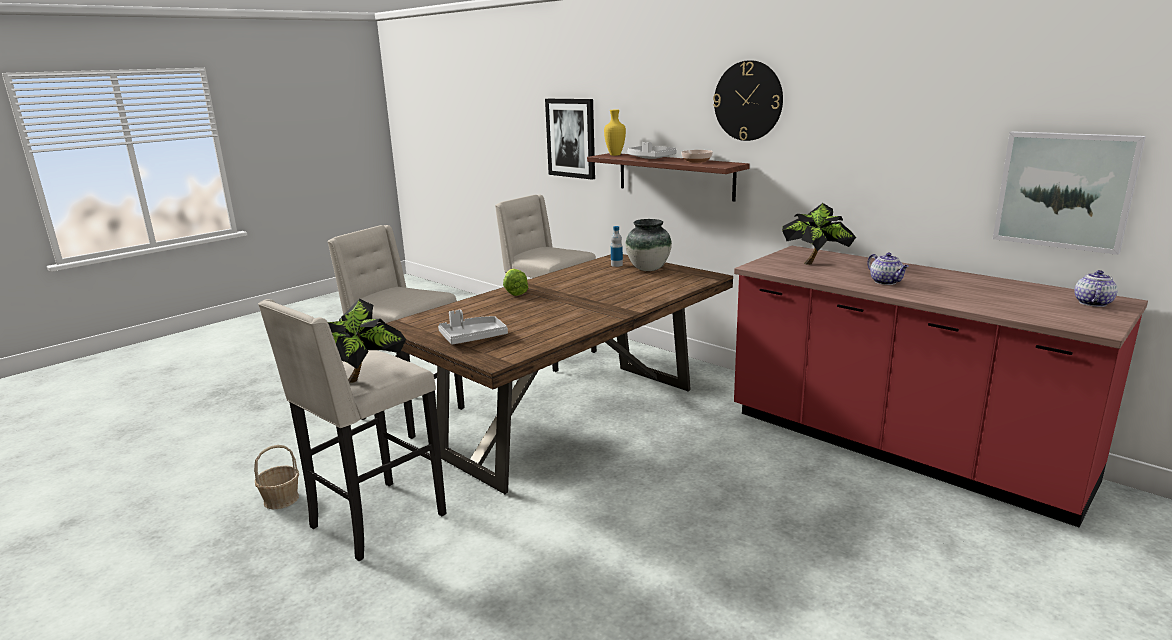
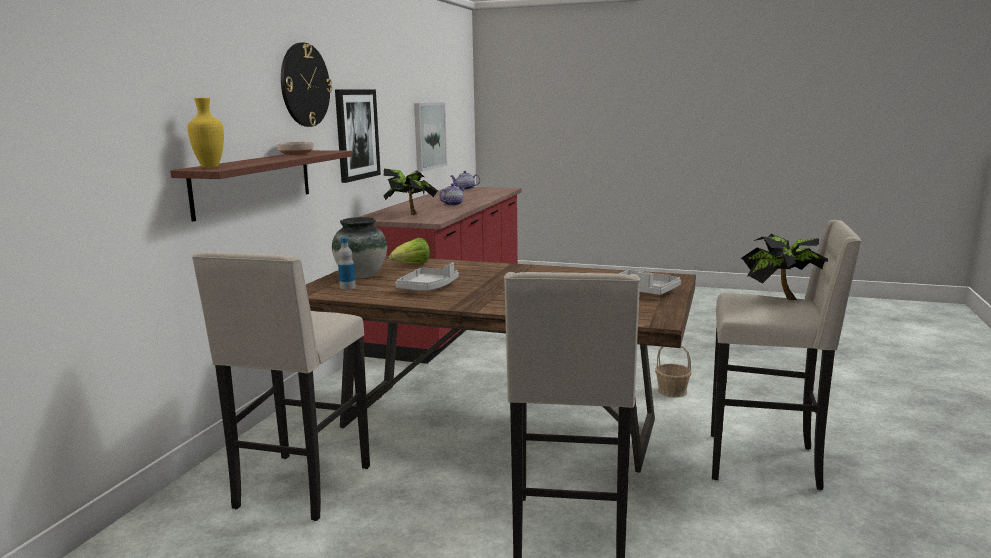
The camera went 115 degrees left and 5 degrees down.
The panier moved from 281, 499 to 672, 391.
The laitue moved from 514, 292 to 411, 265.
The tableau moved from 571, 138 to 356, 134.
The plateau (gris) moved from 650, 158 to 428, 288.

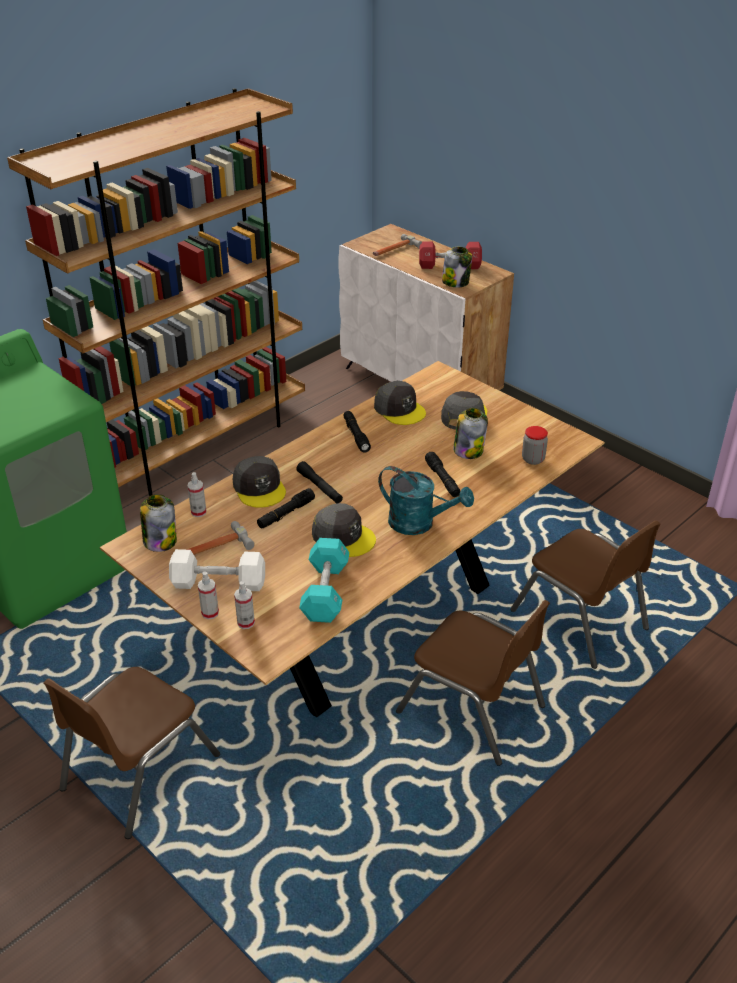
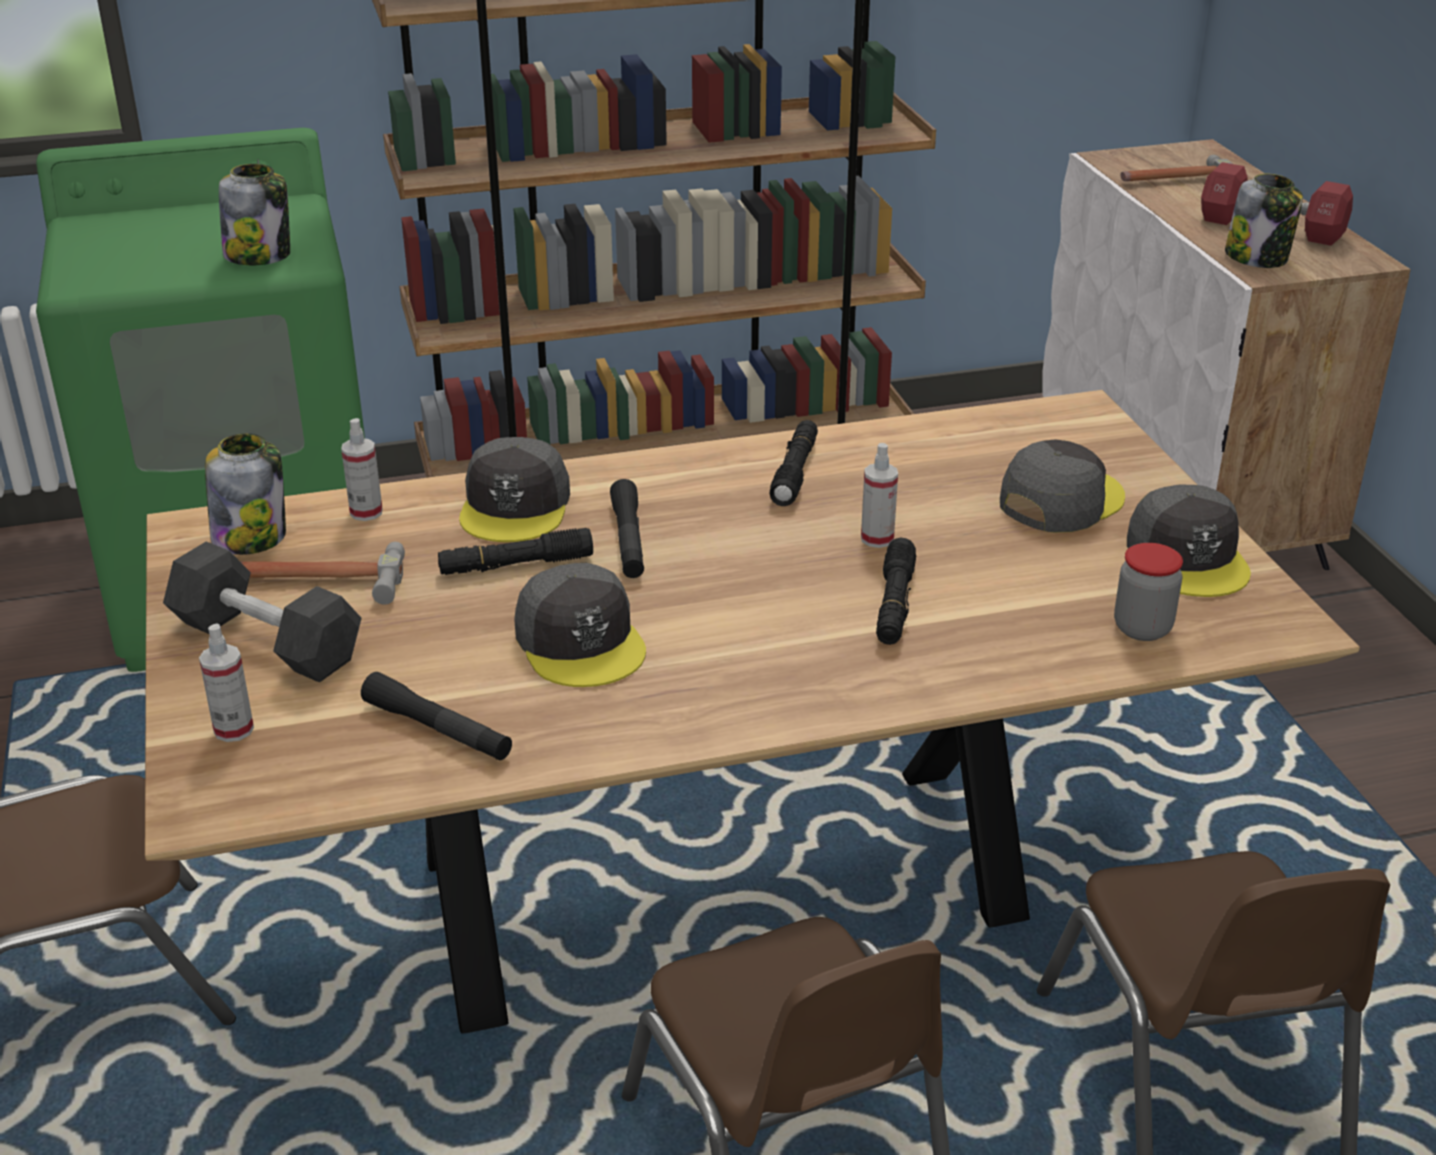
The camera went 30 degrees right and 5 degrees down.
The haltère (blanc) at 219, 583 became the haltère (noir) at 267, 641.
The vaporisateur moved from 210, 613 to 877, 539.
The haltère (turquoise) at 325, 592 was replaced by the lampe de poche (noir) at 438, 730.
The casquette (gris) moved from 399, 409 to 1187, 557.
The arrosoir (turquoise) at 419, 523 disappeared.
The bocal moved from 468, 450 to 259, 255.

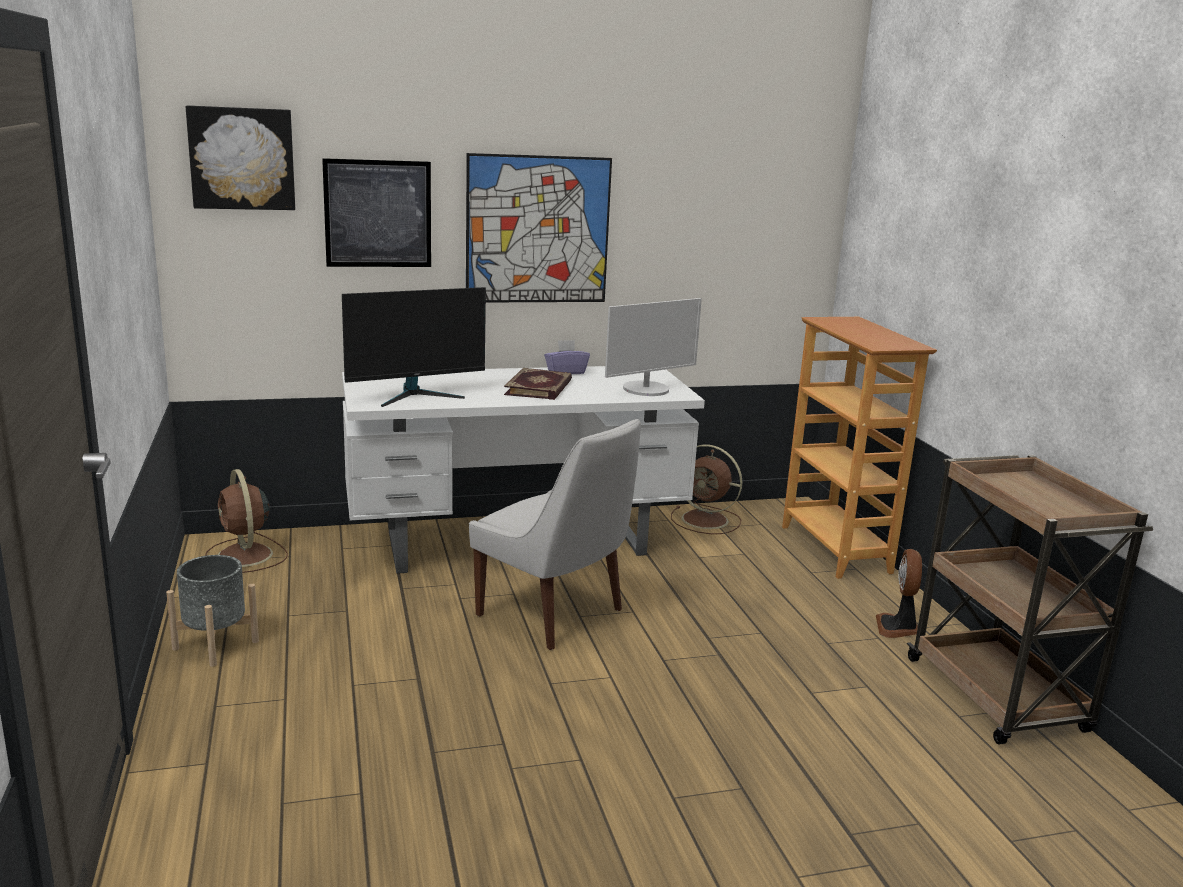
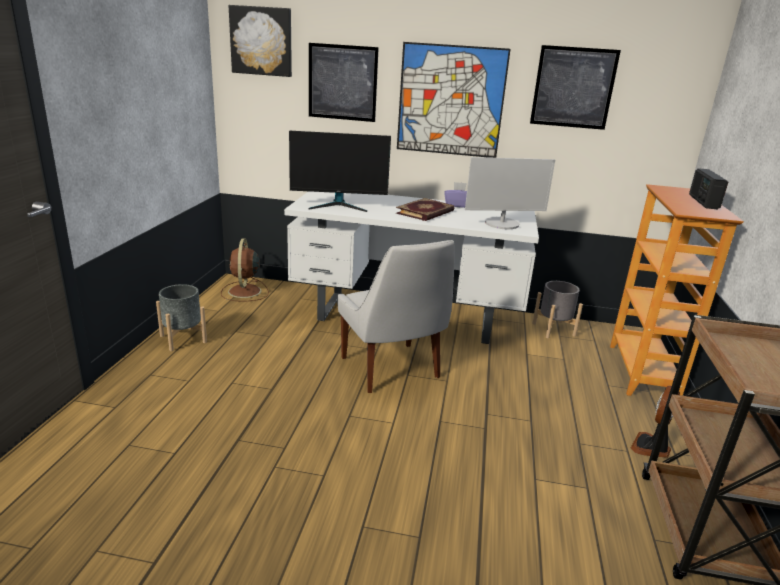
The camera went 25 degrees right and 5 degrees up.
The ventilateur (marron) at 707, 520 was replaced by the cache-pot (gris) at 553, 329.
The tableau at 573, 88 appeared.
The radio at 703, 202 appeared.

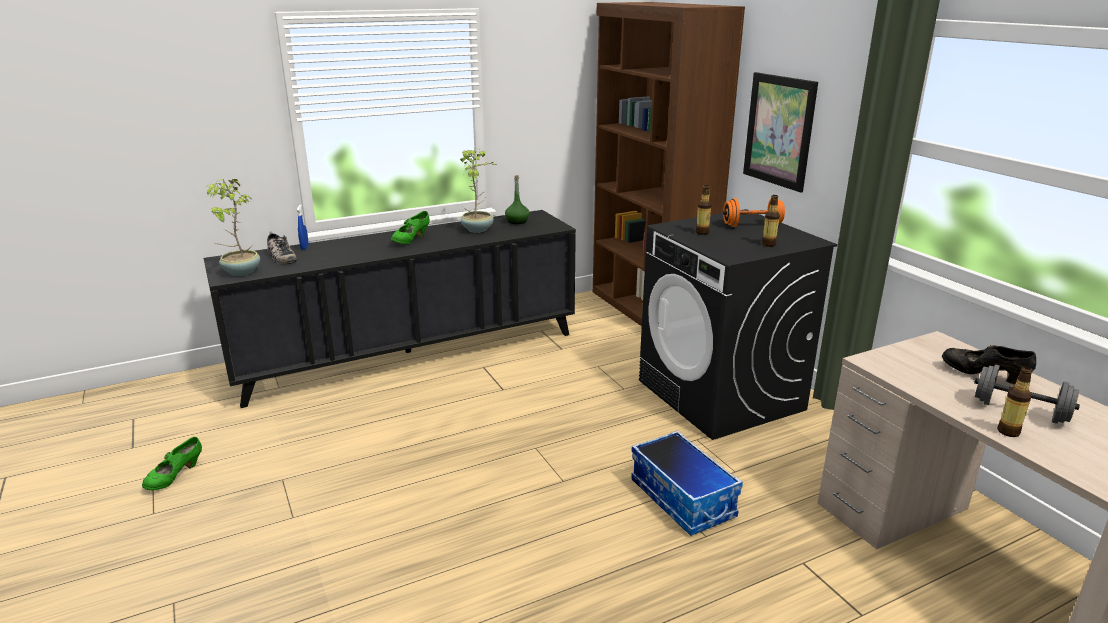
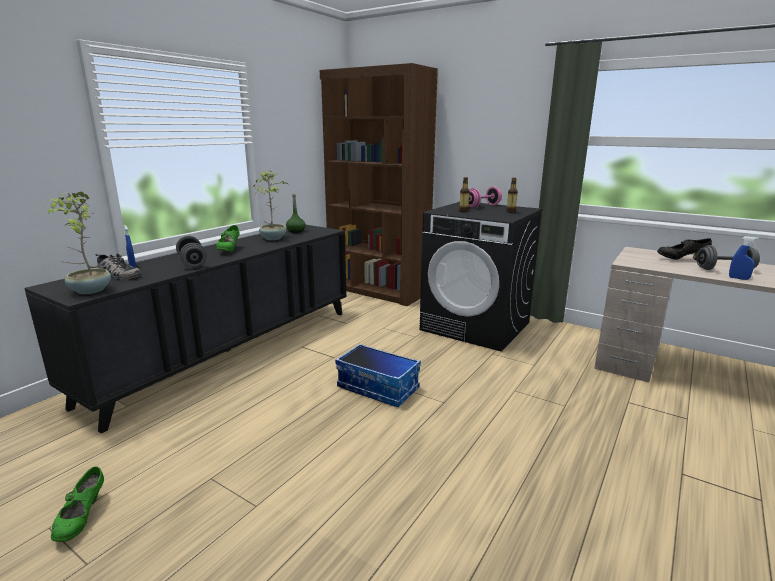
The camera went 30 degrees left and 5 degrees down.
The boîte de rangement moved from 683, 499 to 378, 388.
The haltère (orange) at 752, 225 became the haltère (rose) at 482, 206.
The tableau at 779, 131 disappeared.
The bouteille at 1008, 432 was replaced by the vaporisateur (bleu) at 738, 278.
The haltère (gris) at 192, 263 appeared.

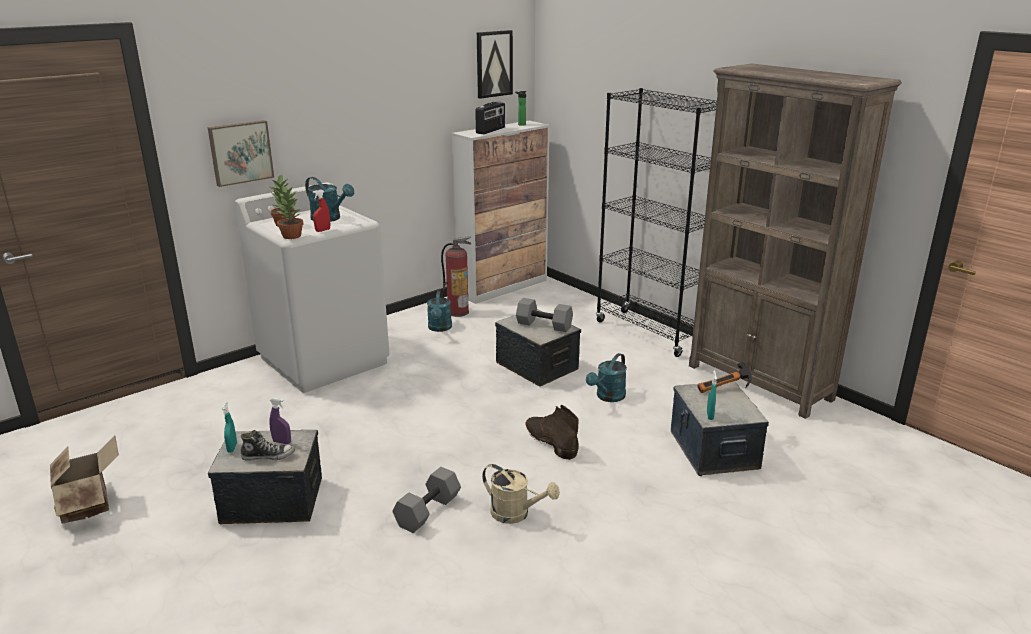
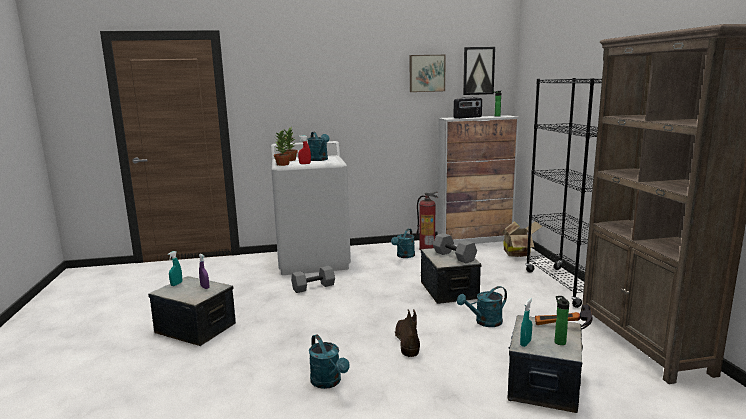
The camera went 30 degrees right and 10 degrees down.
The carton moved from 90, 504 to 518, 253.
The tableau moved from 240, 152 to 426, 73.
The chaussure at 268, 456 disappeared.
The haltère (gris) moved from 428, 512 to 313, 287.
The arrosoir (beige) at 516, 514 became the arrosoir (turquoise) at 328, 382.
The bouteille at 559, 341 appeared.

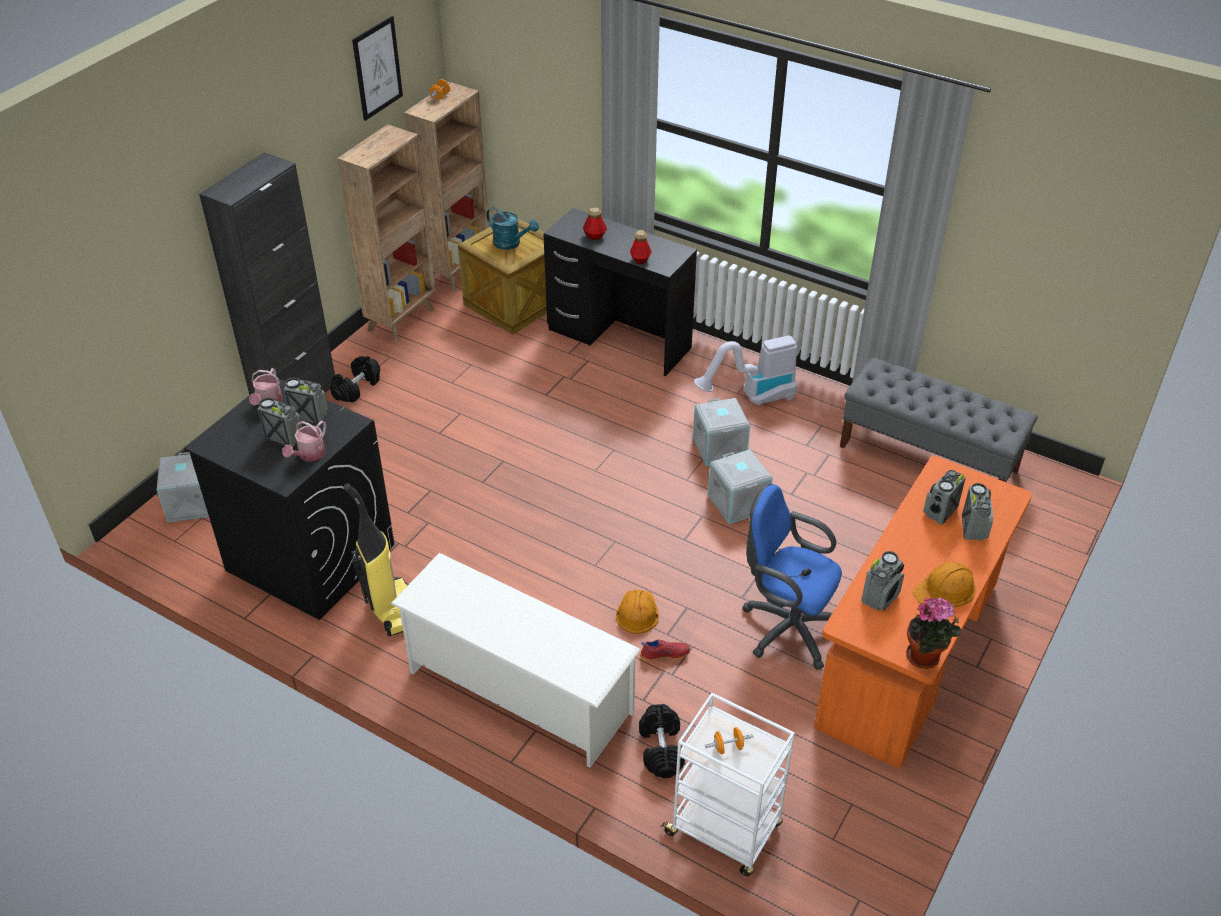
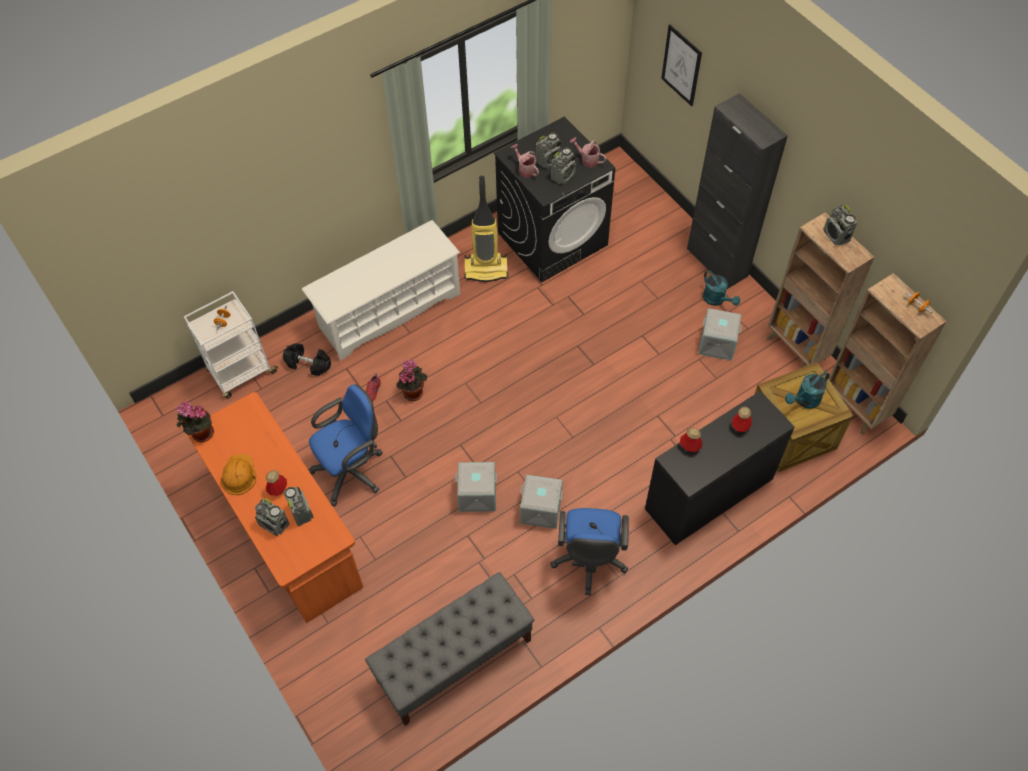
The camera went 115 degrees right and 15 degrees up.
The boîte de rangement (gris) moved from 190, 503 to 717, 343.
The haltère (noir) at 356, 388 was replaced by the arrosoir (turquoise) at 716, 300.
The tableau moved from 377, 68 to 681, 65.
The casque de chantier (orange) at 637, 612 was replaced by the plante en pot at 413, 391.
The aspirateur at 751, 397 was replaced by the chaise de bureau (bleu) at 589, 561.
The radio moved from 880, 597 to 836, 236.
The bouteille at 278, 489 appeared.

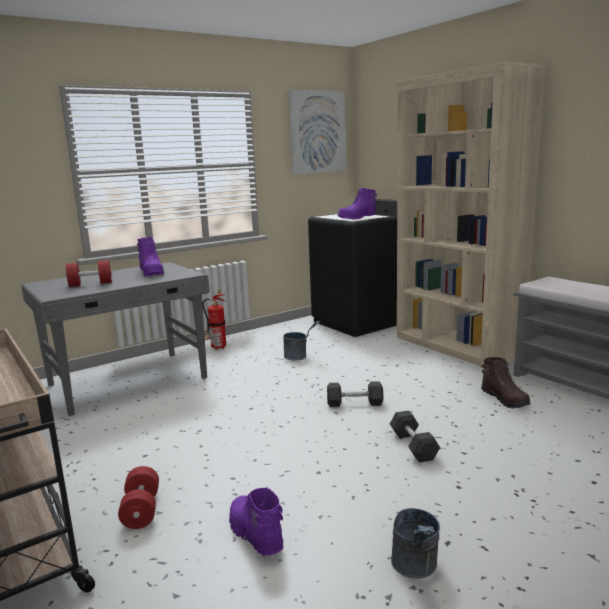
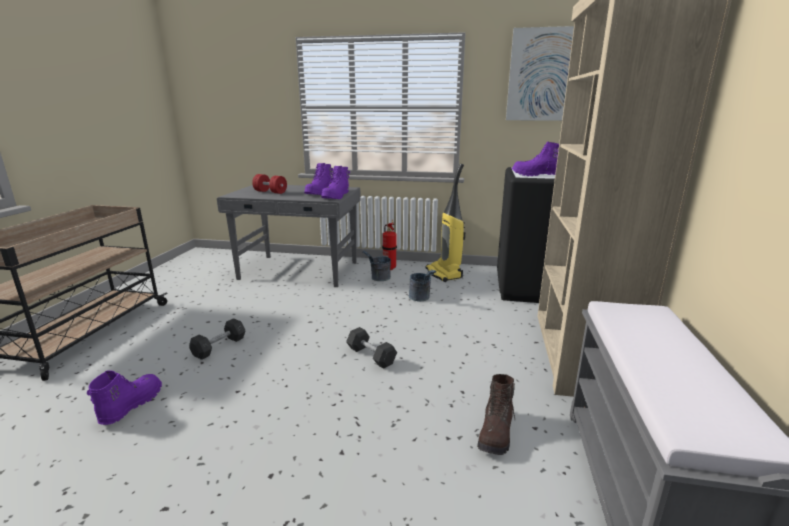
The camera went 45 degrees right and 5 degrees up.
The haltère (rouge) at 141, 510 disappeared.
The haltère (gris) moved from 413, 446 to 219, 346.
The seau (gris) moved from 416, 569 to 378, 279.
The botte (violet) at 336, 196 appeared.
The aspirateur at 444, 274 appeared.

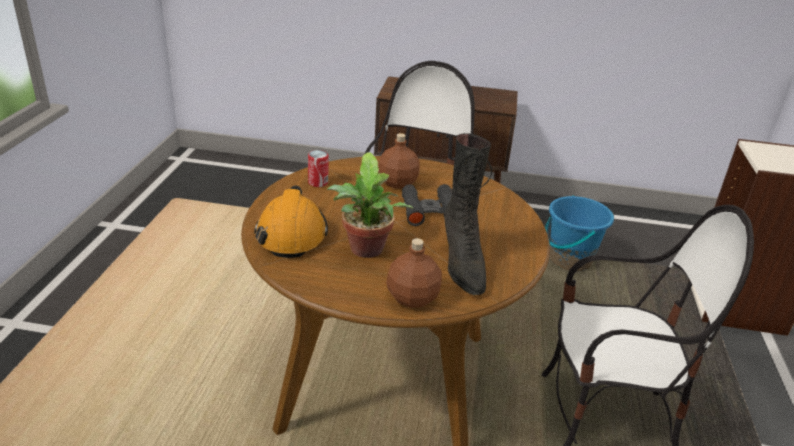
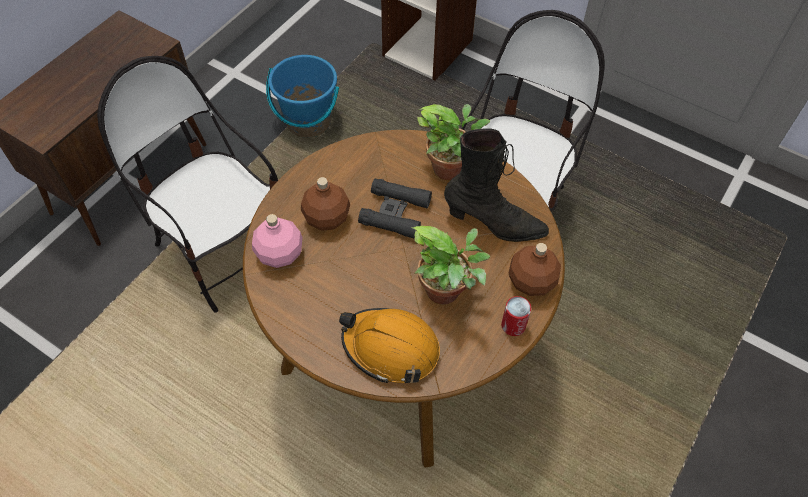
The camera went 65 degrees left and 25 degrees up.
The boîte métallique moved from 318, 182 to 513, 325.
The bouteille (rose) at 280, 254 appeared.
The plante en pot at 452, 169 appeared.

